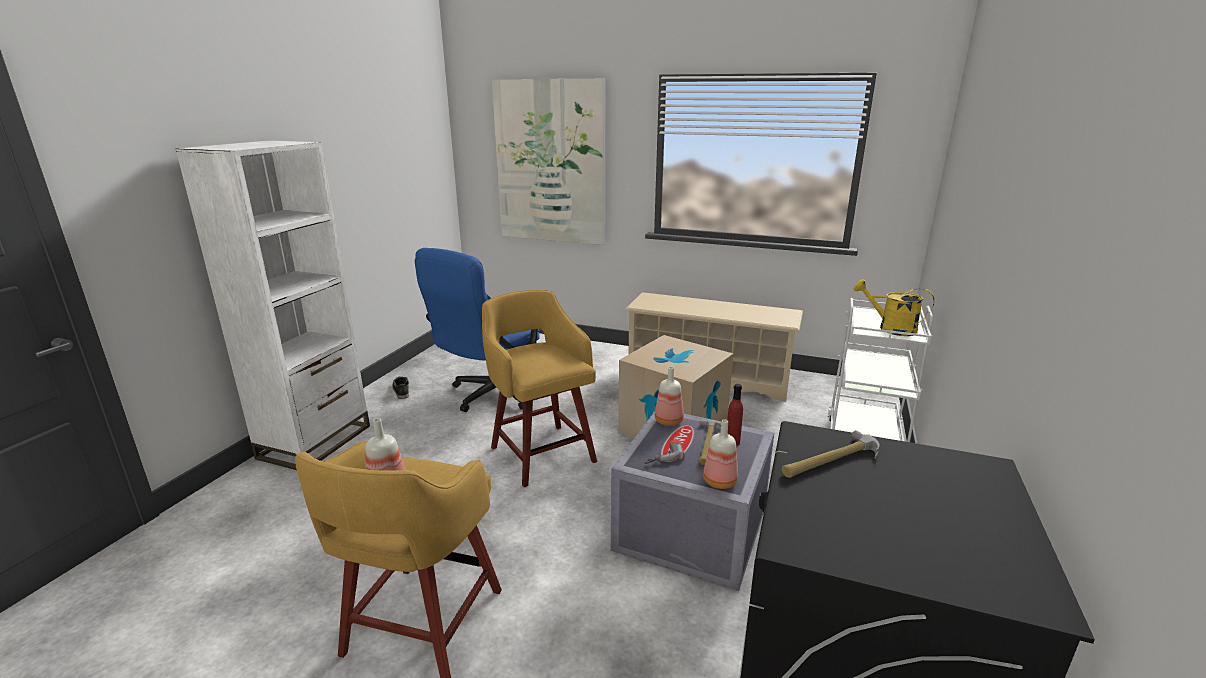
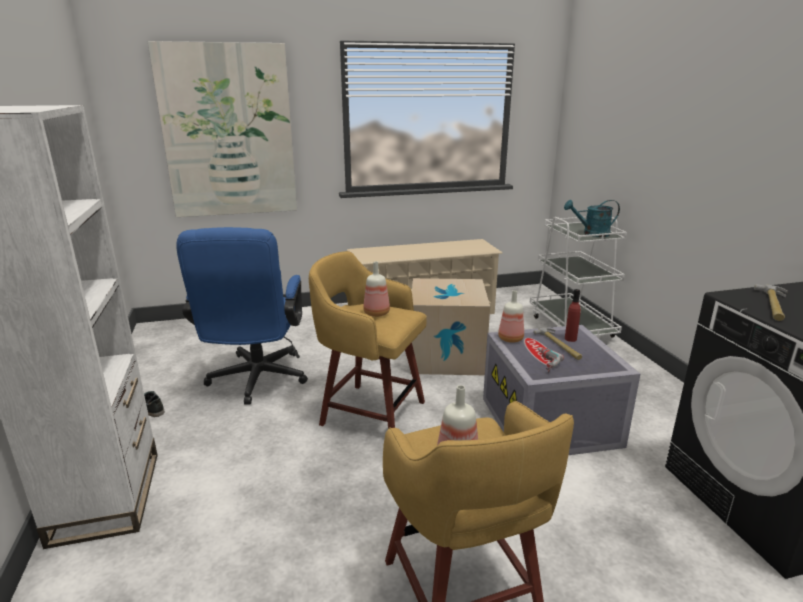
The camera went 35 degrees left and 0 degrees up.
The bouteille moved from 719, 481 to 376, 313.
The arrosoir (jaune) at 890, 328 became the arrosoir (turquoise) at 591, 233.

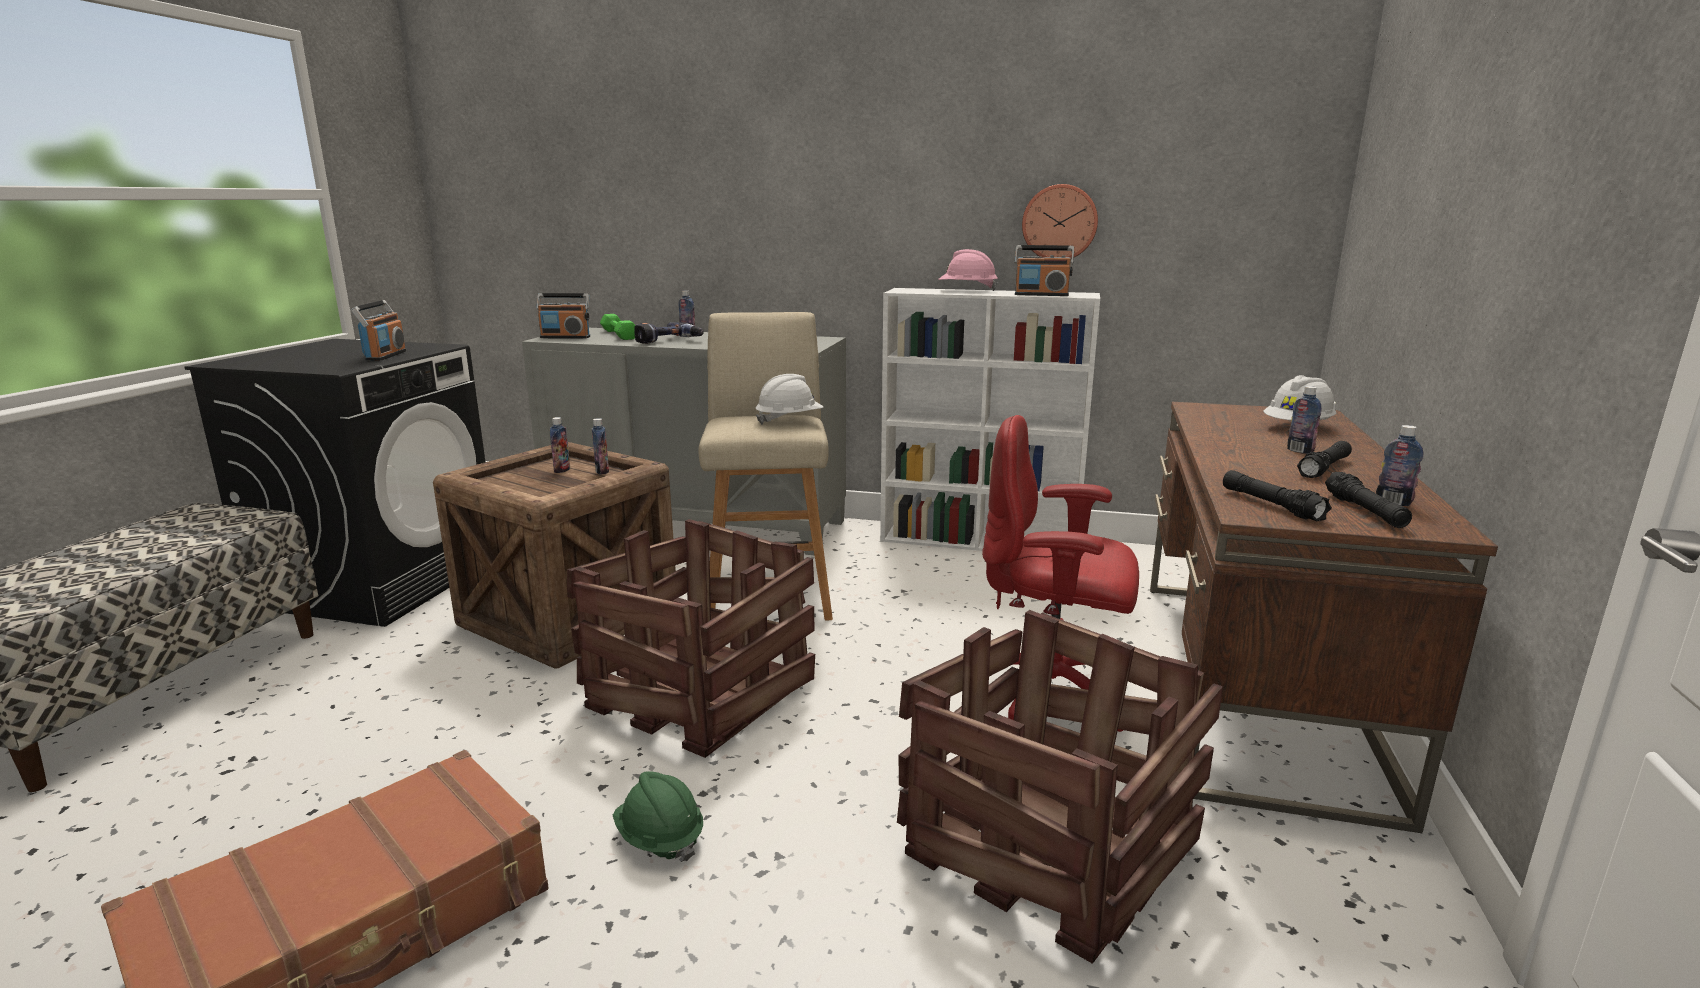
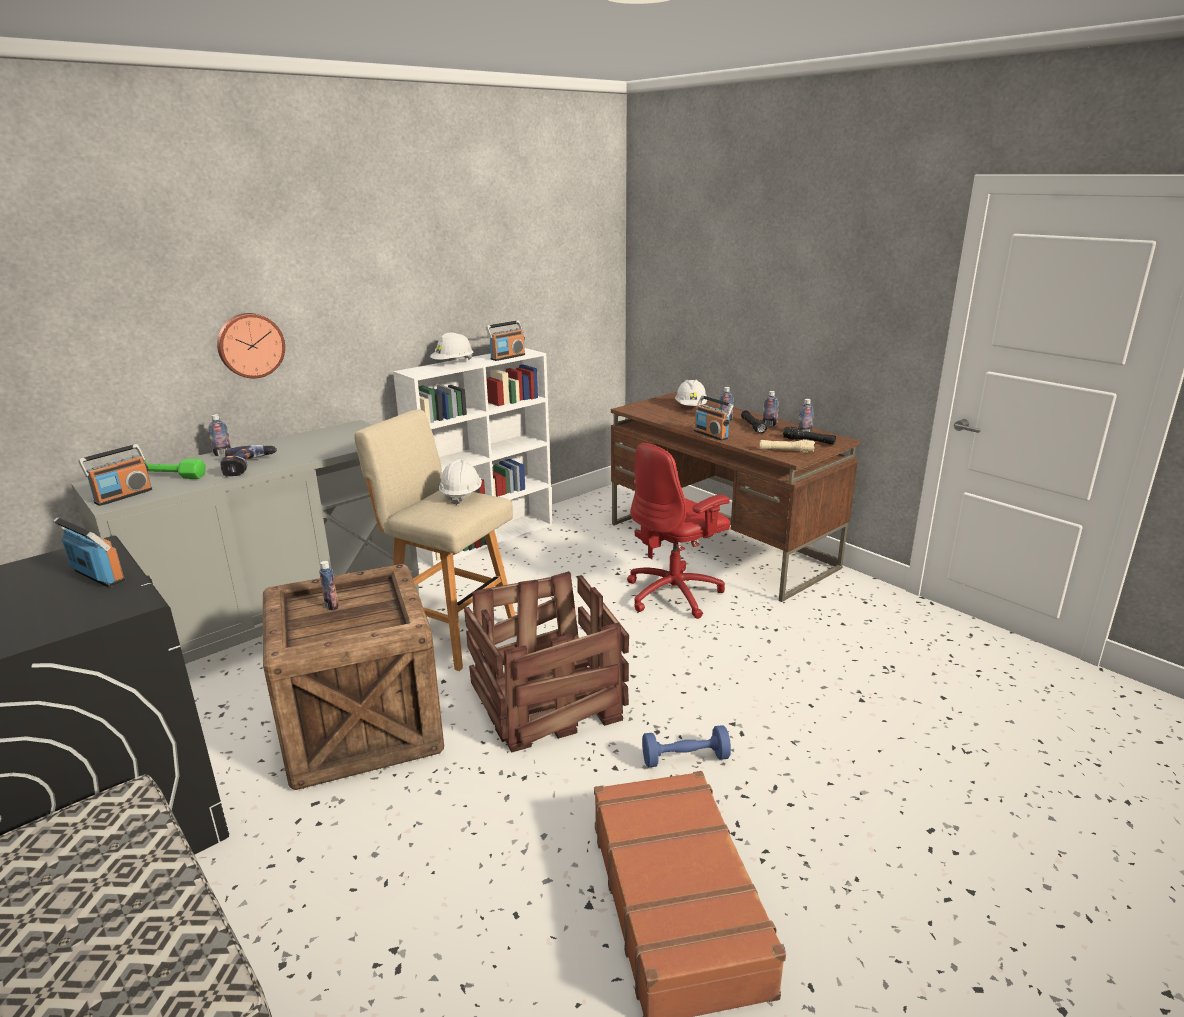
The camera went 55 degrees left and 5 degrees up.
The bouteille moved from 602, 471 to 769, 425.
The casque de chantier (vert) at 659, 838 was replaced by the haltère (bleu) at 685, 759.
The caisse at 1051, 846 disappeared.
The casque de chantier (rose) at 967, 290 became the casque de chantier (blanc) at 453, 363.
The horloge murale moved from 1059, 222 to 250, 345.
The lampe de poche (noir) at 1271, 505 became the lampe de poche (beige) at 786, 451.
The radio at 711, 434 appeared.

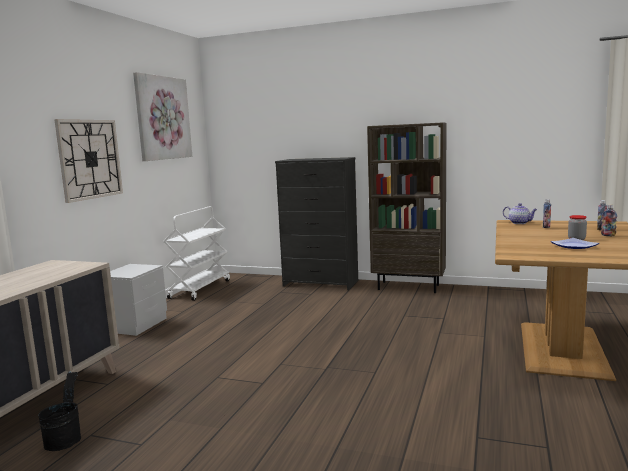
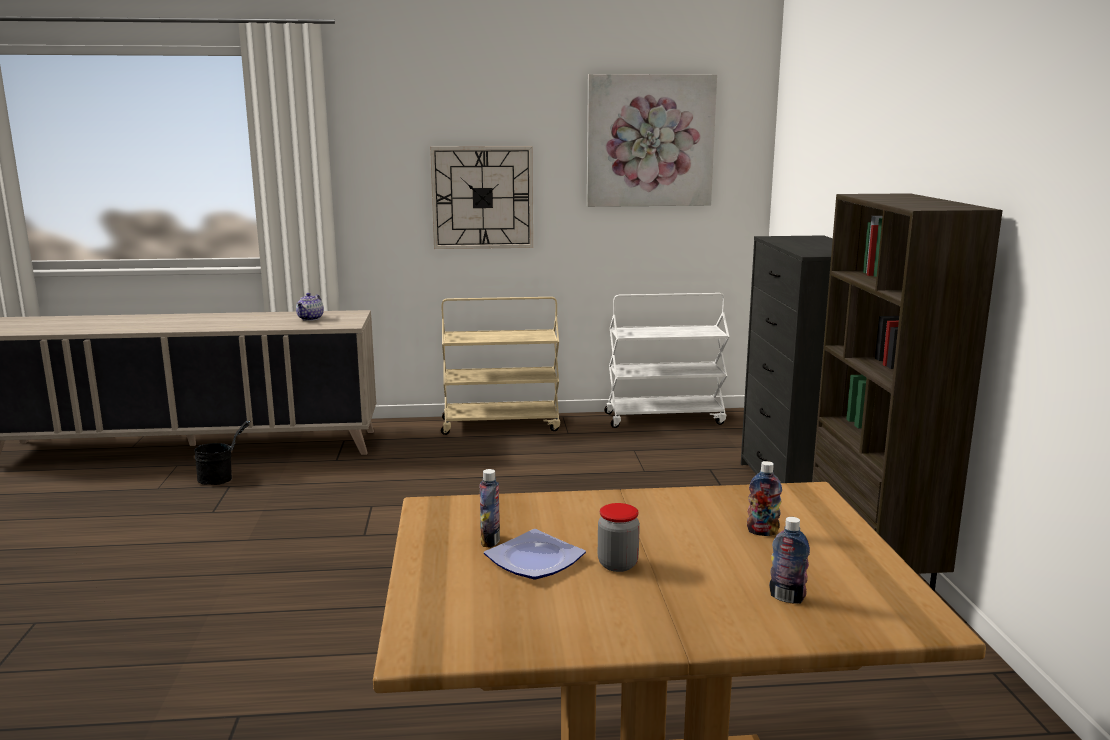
The camera went 65 degrees right and 5 degrees up.
The table de chevet (gris) at 136, 325 was replaced by the chariot (beige) at 501, 424.
The théière moved from 519, 223 to 311, 319.
The bouteille moved from 608, 235 to 490, 541.

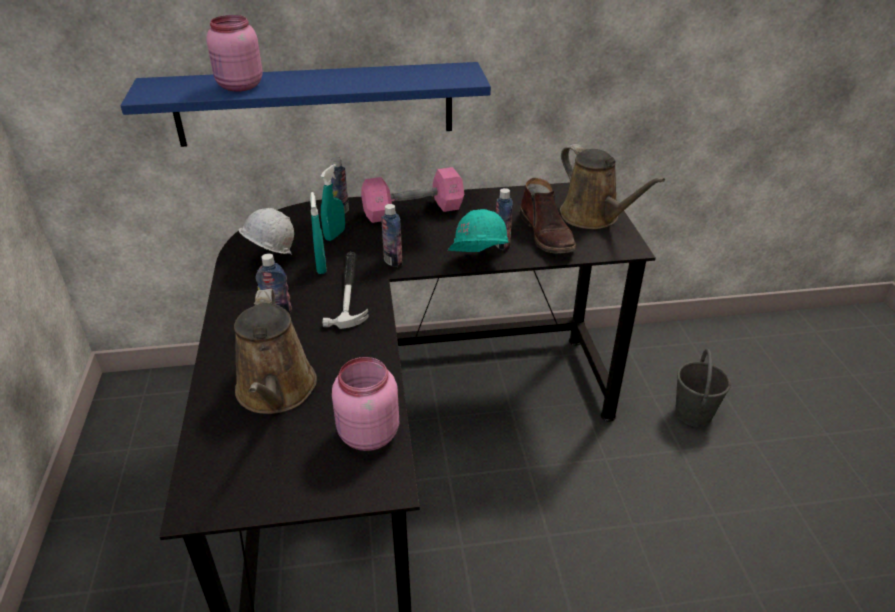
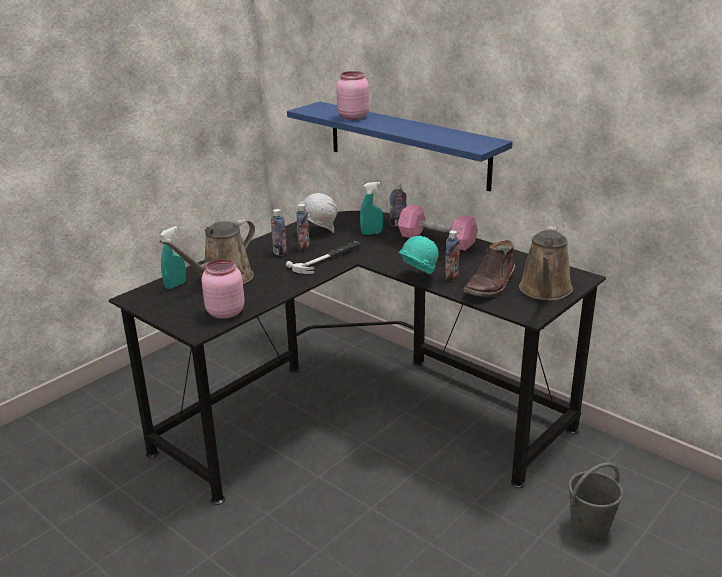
The camera went 50 degrees right and 10 degrees down.
The vaporisateur (turquoise) moved from 321, 266 to 175, 285.
The bouteille moved from 393, 261 to 304, 247.

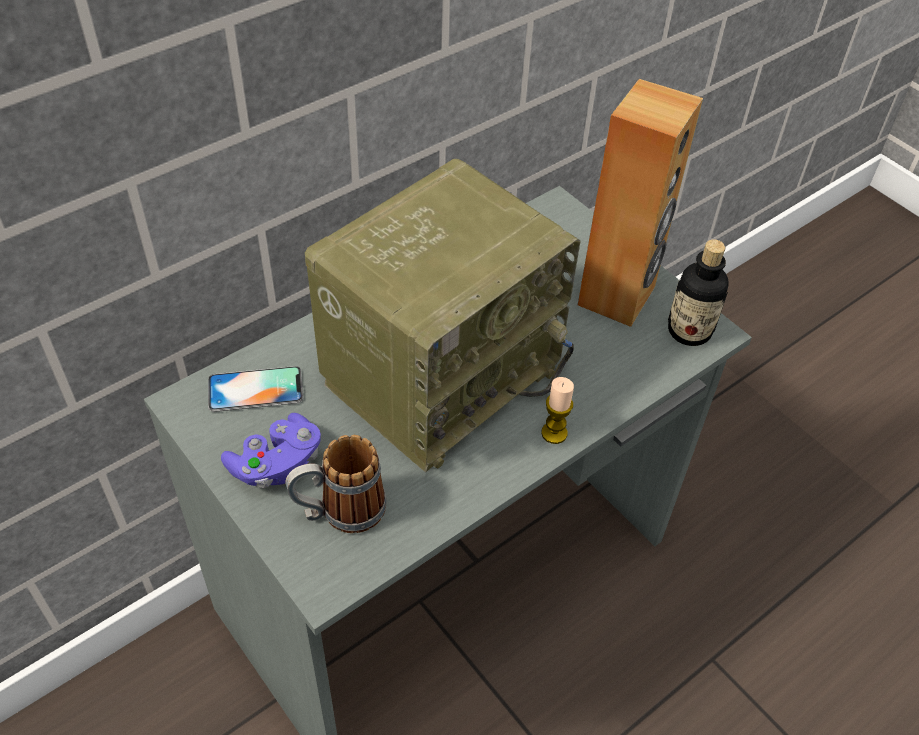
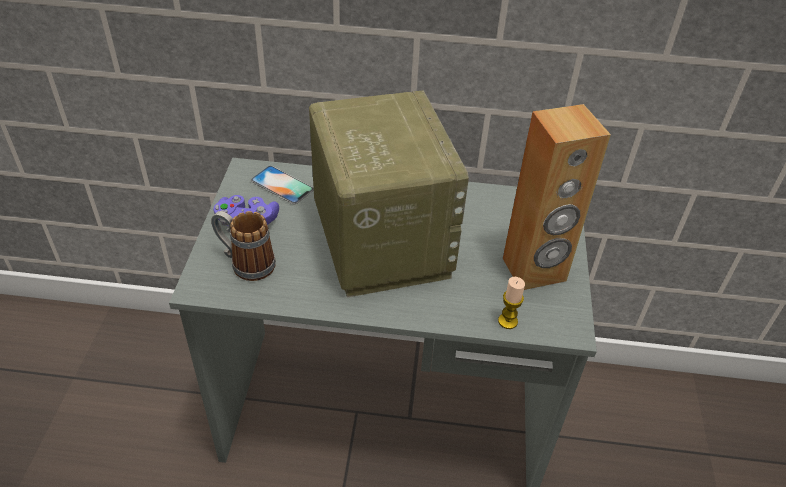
The camera went 45 degrees right and 5 degrees down.
The radio at 441, 372 turned 105 degrees counterclockwise.
The bougie moved from 554, 433 to 507, 321.
The bouteille at 689, 331 disappeared.

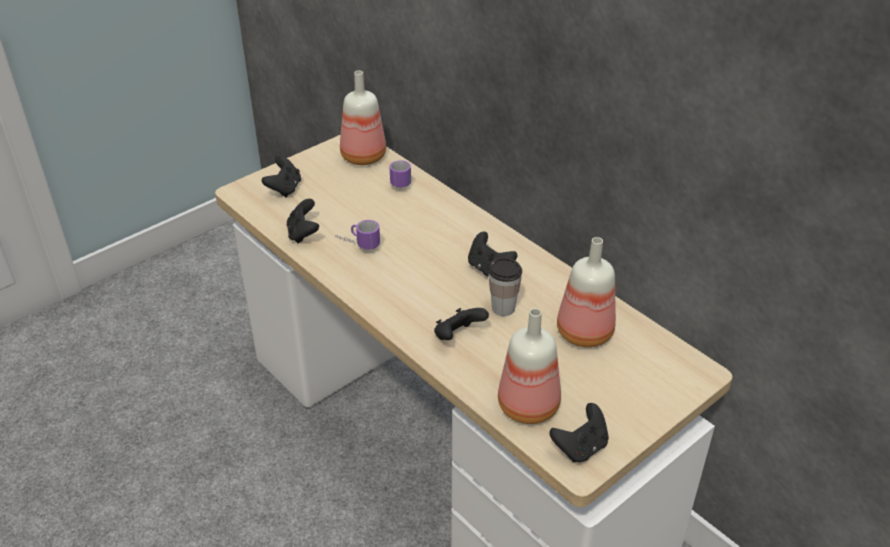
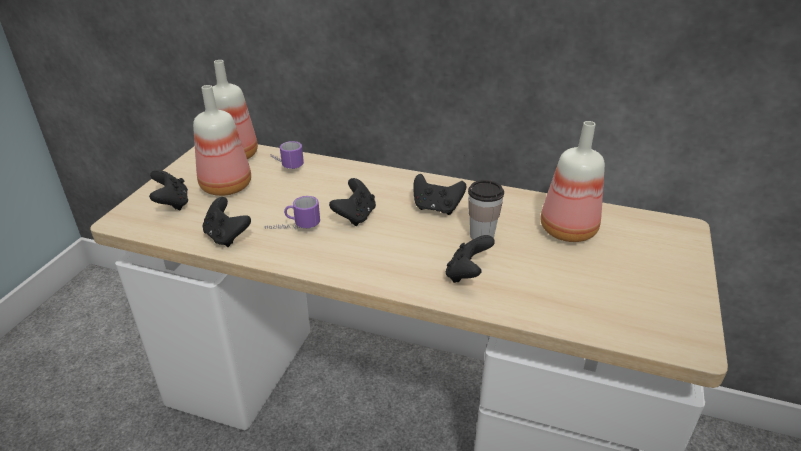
The camera went 30 degrees left and 5 degrees down.
The bouteille moved from 530, 405 to 227, 186.
The manette (noir) moved from 580, 447 to 355, 216.

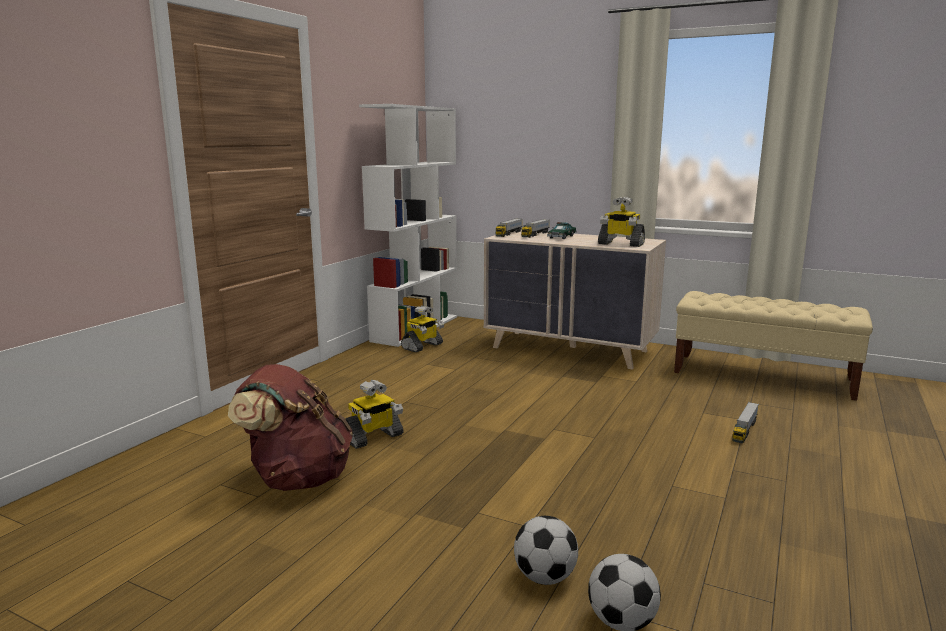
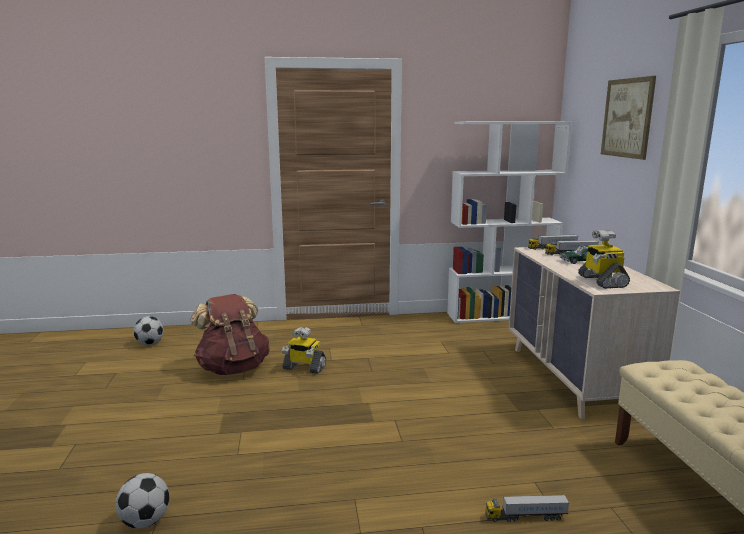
The camera went 55 degrees right and 0 degrees up.
The robot jouet at 422, 346 disappeared.
The ballon de foot moved from 544, 578 to 149, 343.
The tableau at 627, 118 appeared.

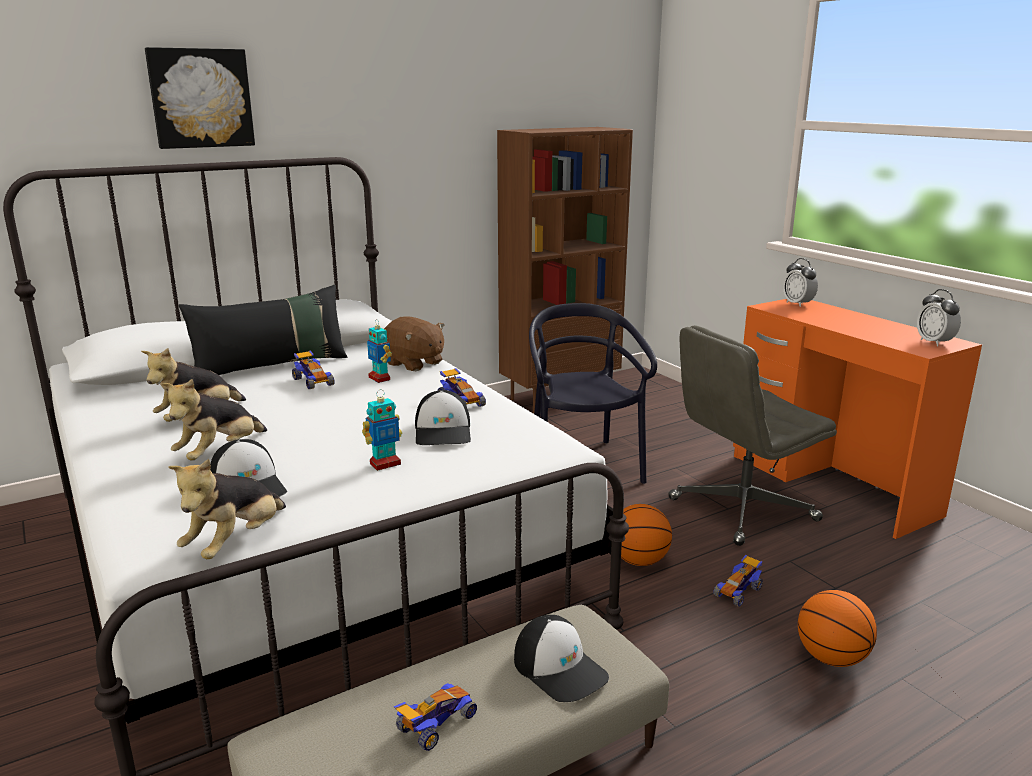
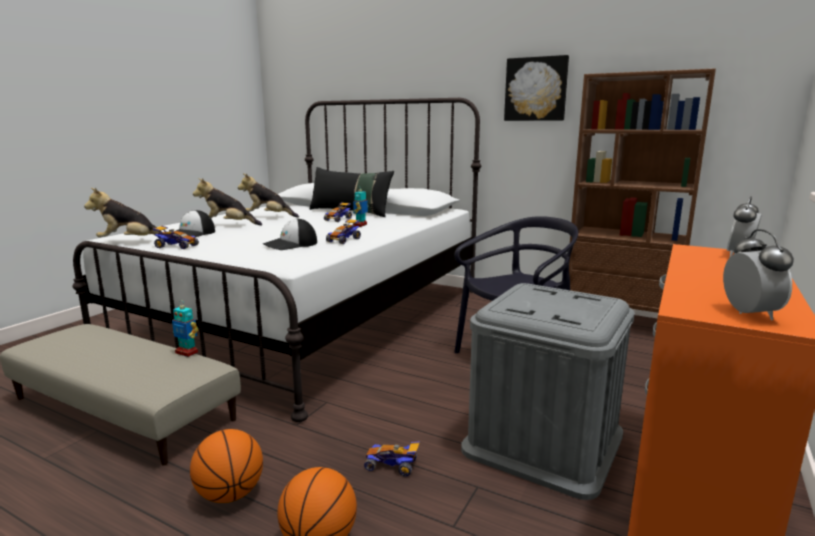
The camera went 60 degrees right and 5 degrees down.
The tableau moved from 201, 98 to 536, 89.
The robot jouet moved from 385, 464 to 187, 352.
The peluche (marron) at 413, 363 disappeared.
The petite voiture moved from 435, 725 to 176, 246.
The casquette at 560, 668 disappeared.
The ballon de basket moved from 639, 561 to 230, 494.
The chaise de bureau (gris) at 741, 510 was replaced by the boîte de rangement (gris) at 543, 441.
The réveil at 934, 342 turned 135 degrees clockwise.

